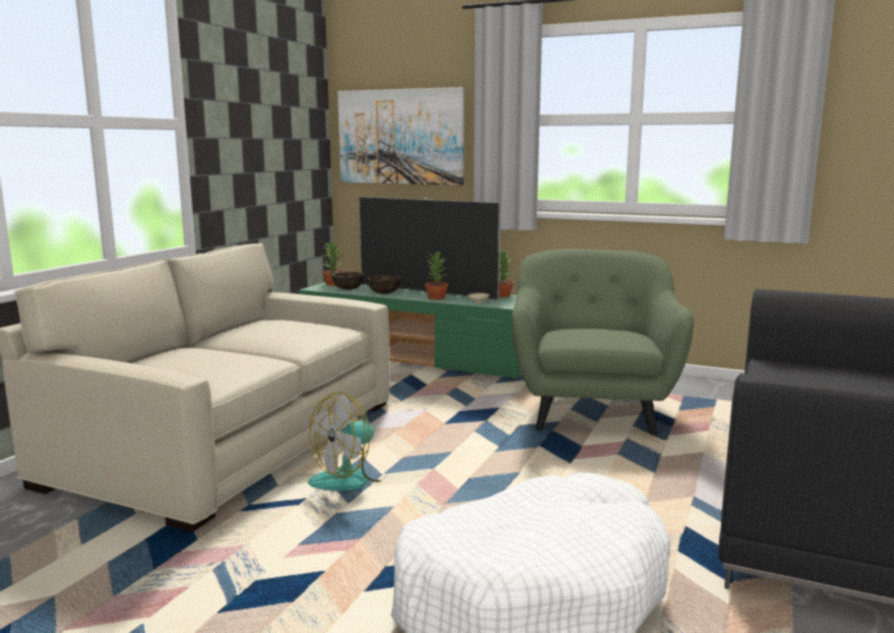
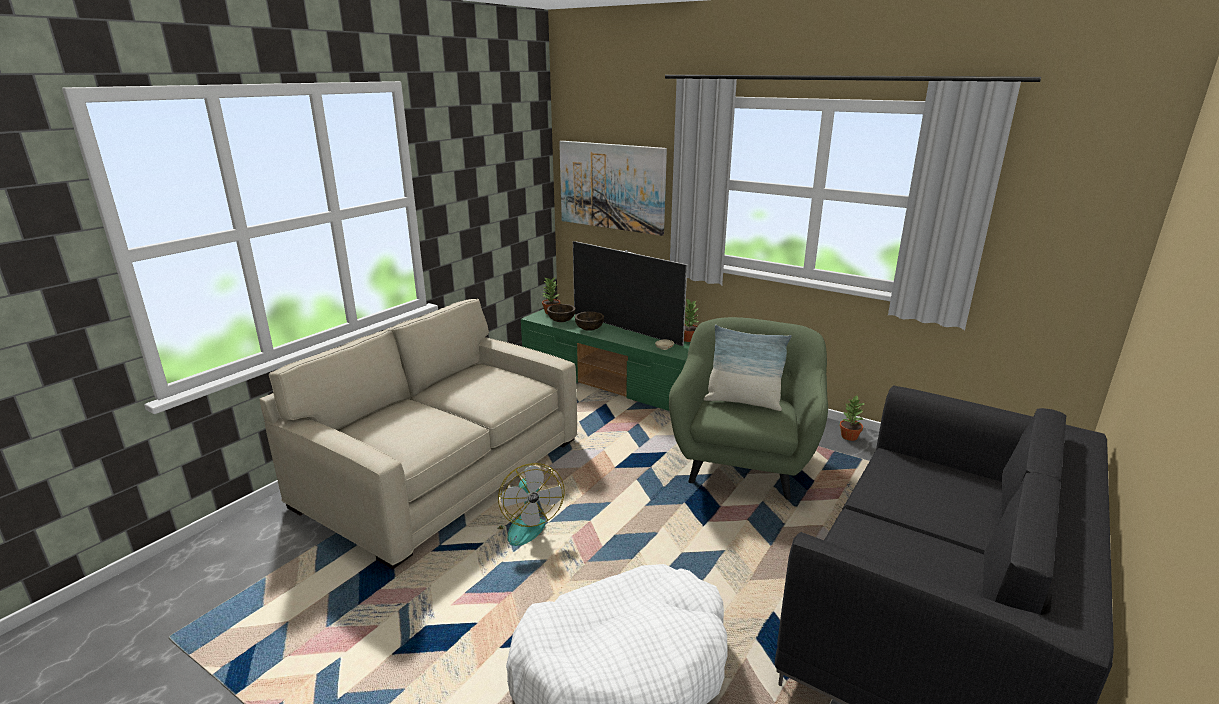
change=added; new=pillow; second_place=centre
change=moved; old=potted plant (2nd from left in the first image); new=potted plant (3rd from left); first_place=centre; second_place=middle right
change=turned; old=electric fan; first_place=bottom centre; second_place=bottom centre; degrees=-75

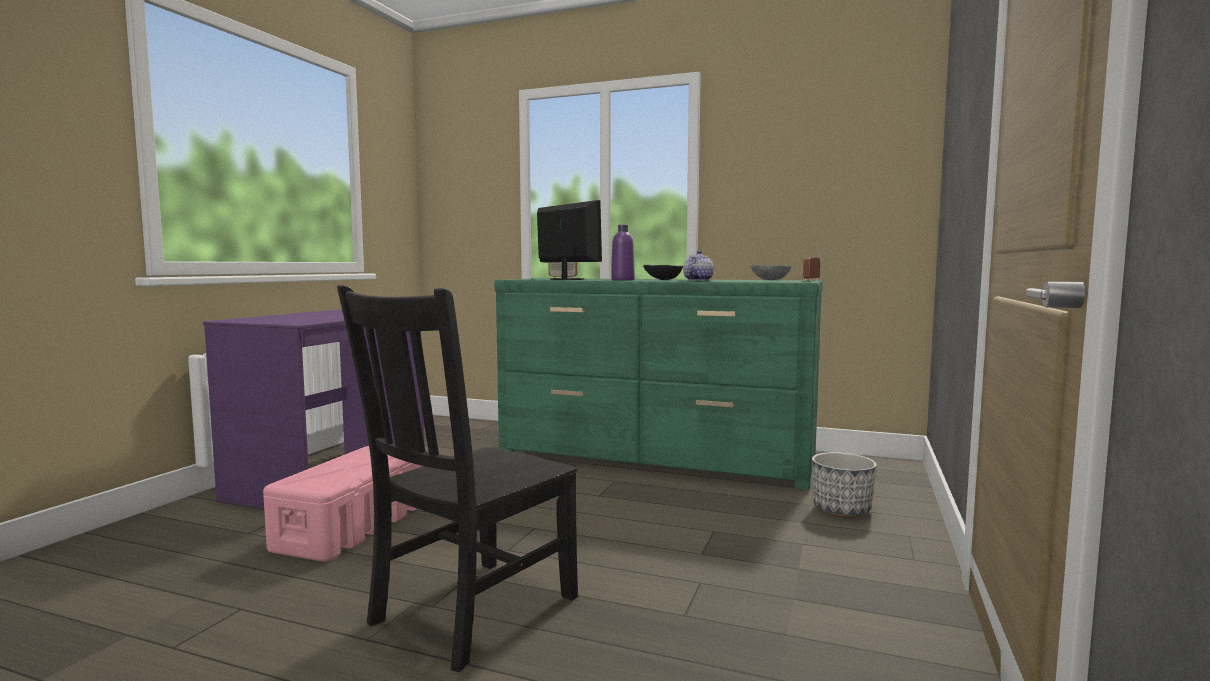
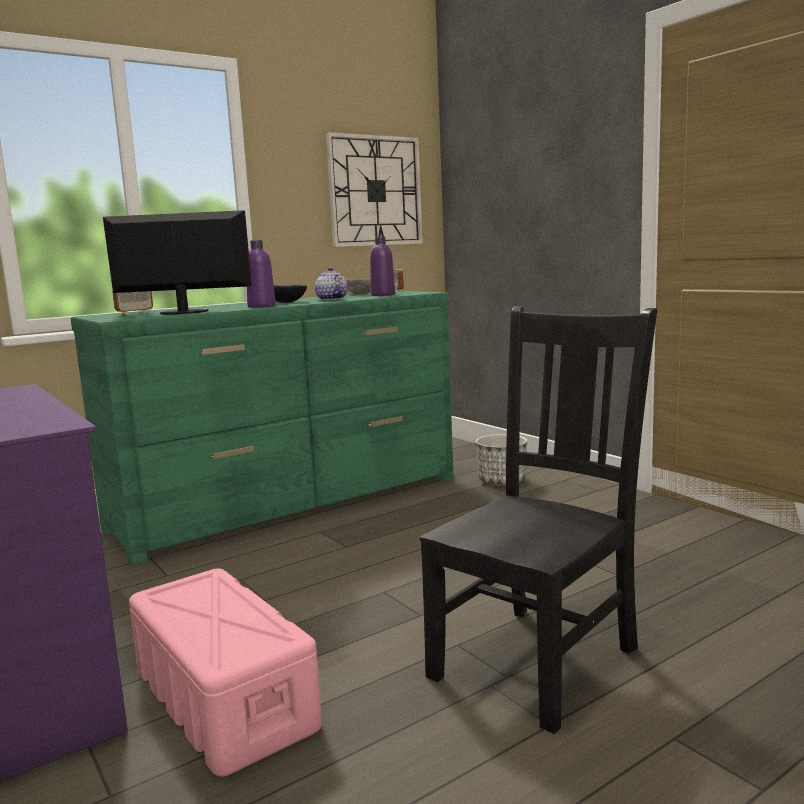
change=added; new=wall clock; second_place=top centre
change=added; new=purple-coloured beverage bottle (2nd from left); second_place=top centre
change=turned; old=black-coloured chair; first_place=bottom centre; second_place=middle right; degrees=-120

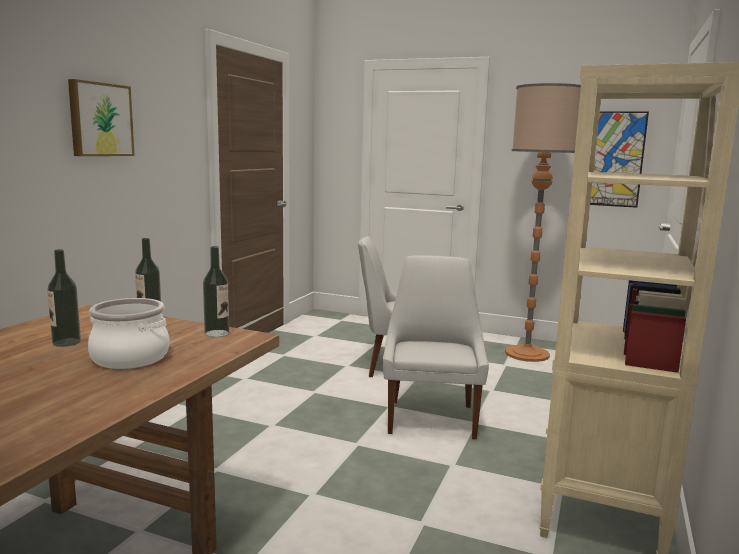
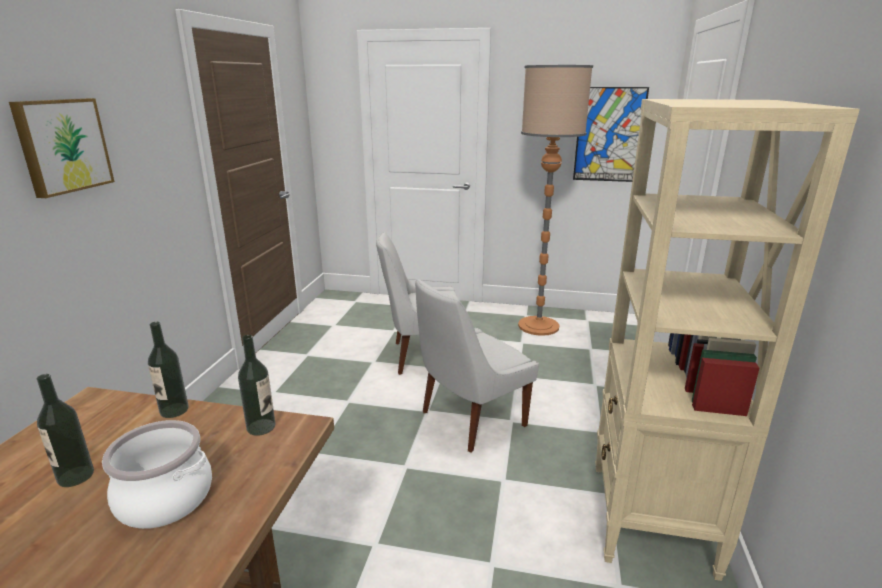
change=turned; old=whitish chair (2nd from left); first_place=centre; second_place=centre; degrees=-120

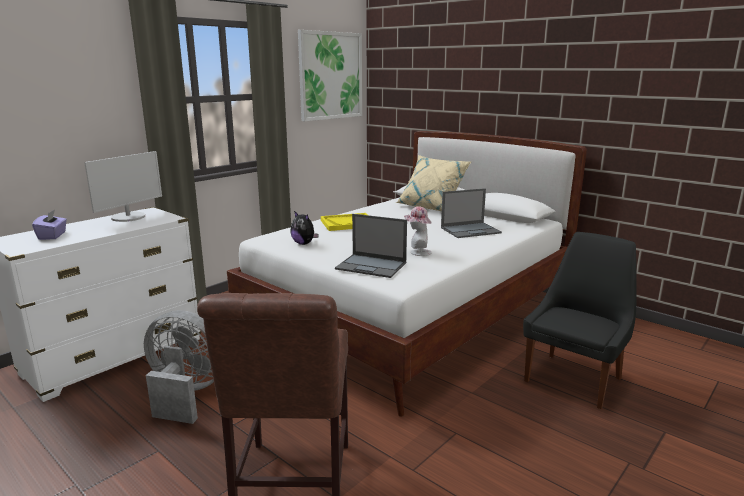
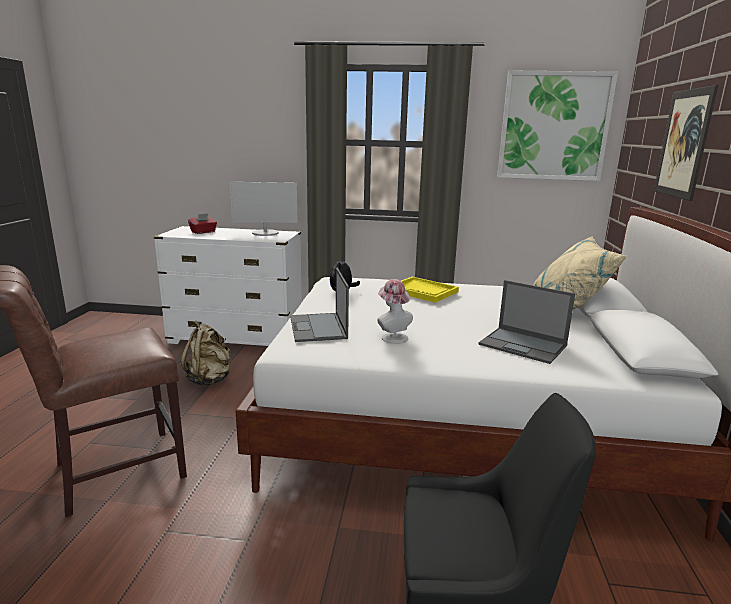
change=added; new=picture (2nd from left); second_place=top right
change=replaced; old=grey electric fan; new=beige-coloured rucksack; first_place=bottom left; second_place=middle left
change=recoloured; old=purple-coloured tissue holder; new=red-coloured tissue holder; first_place=middle left; second_place=middle left

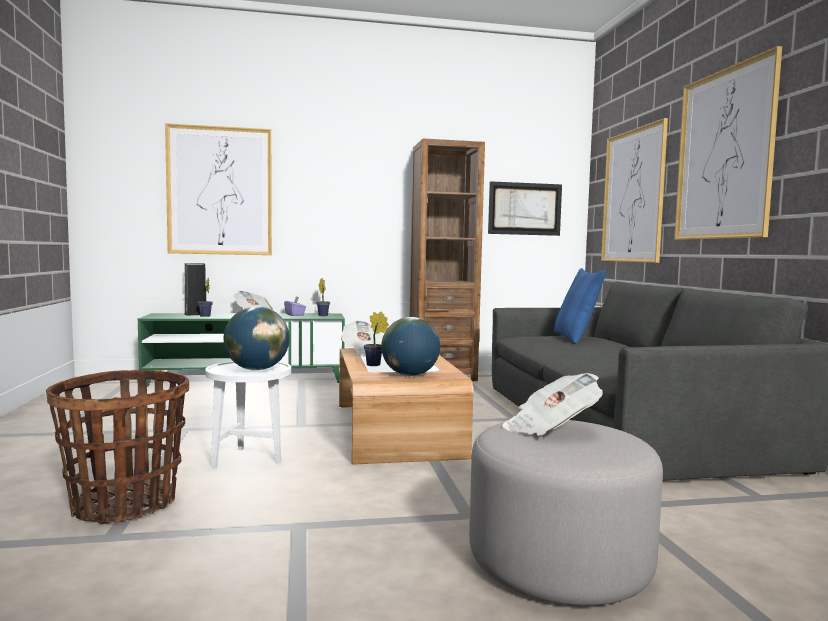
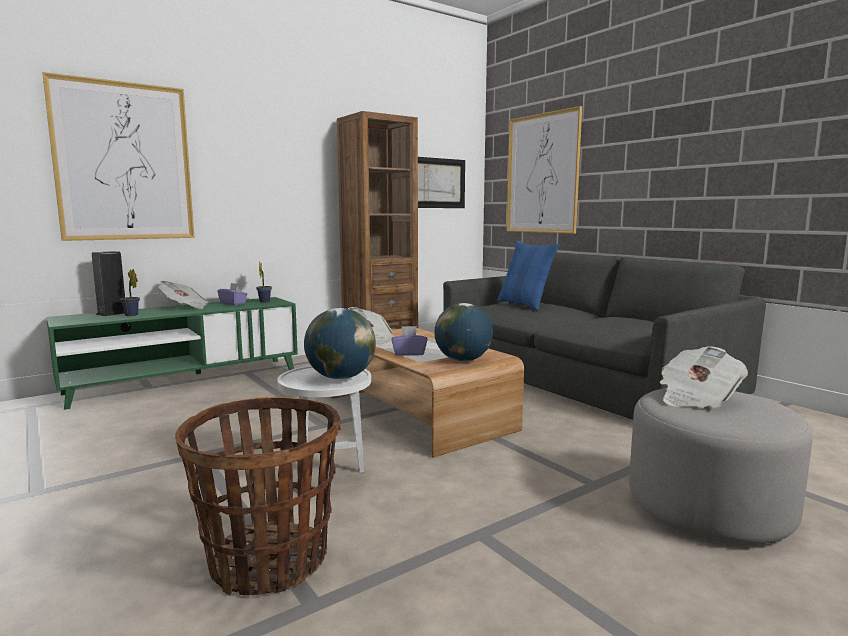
change=removed; old=picture (4th from left); first_place=top right
change=replaced; old=potted plant (3rd from left); new=purple-coloured tissue holder (2nd from left); first_place=centre; second_place=centre

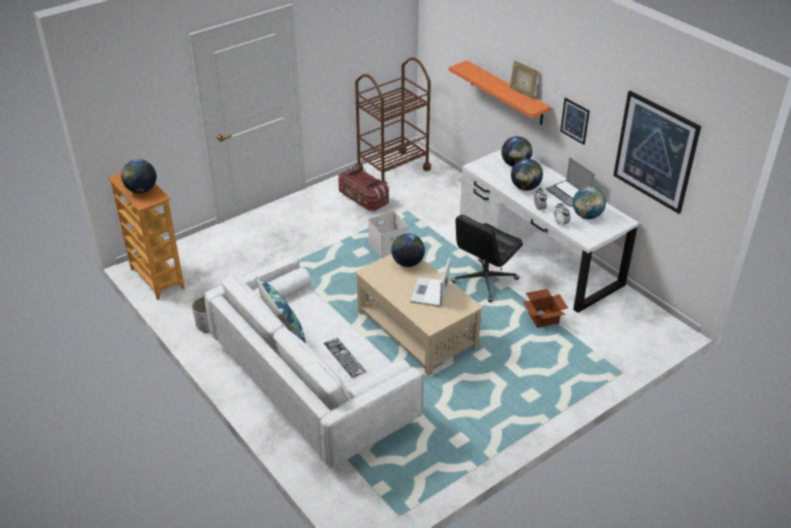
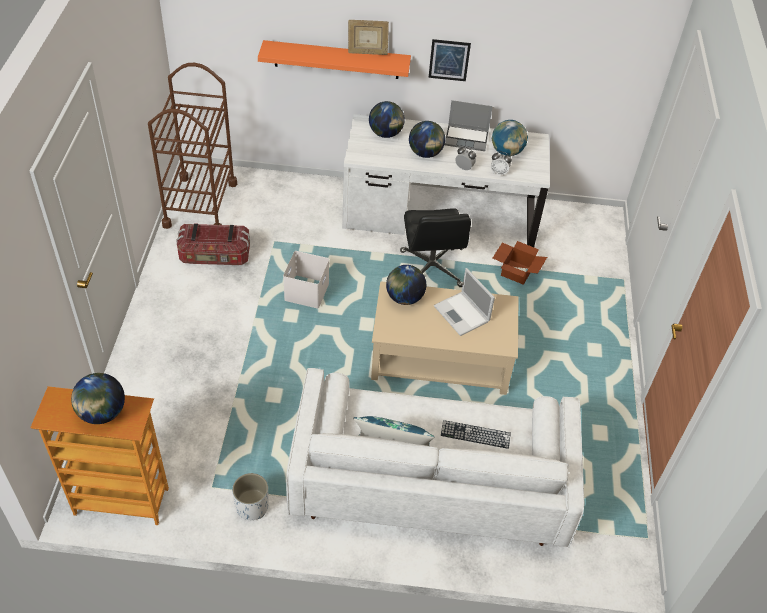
change=removed; old=picture (2nd from left); first_place=top right

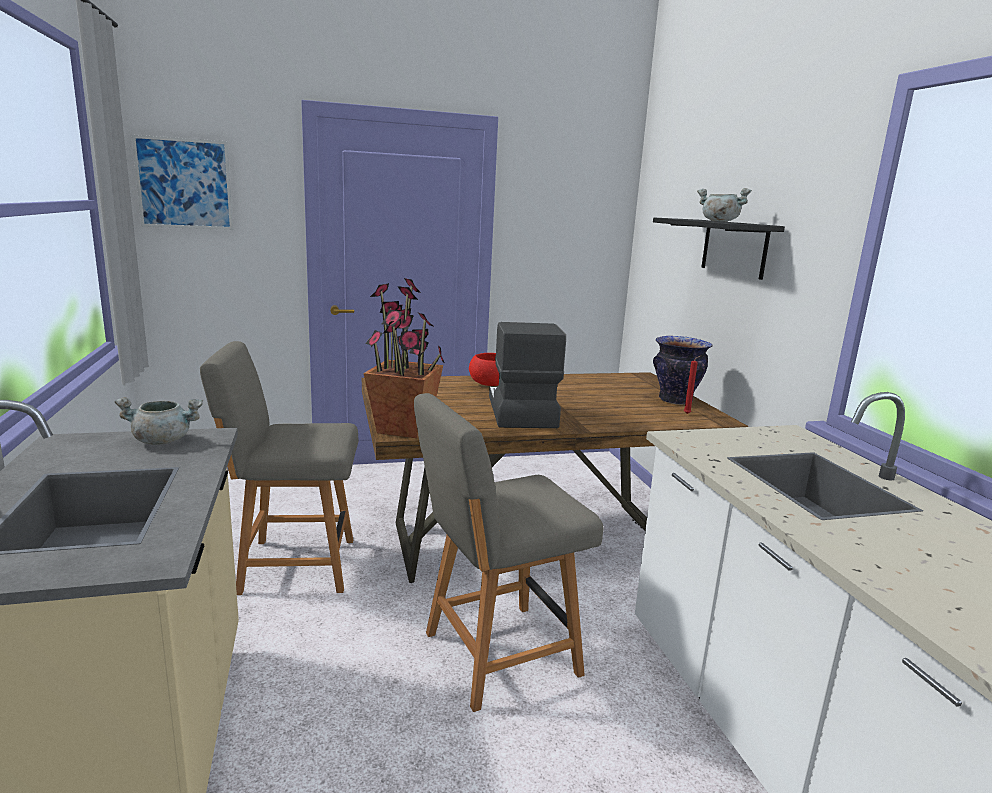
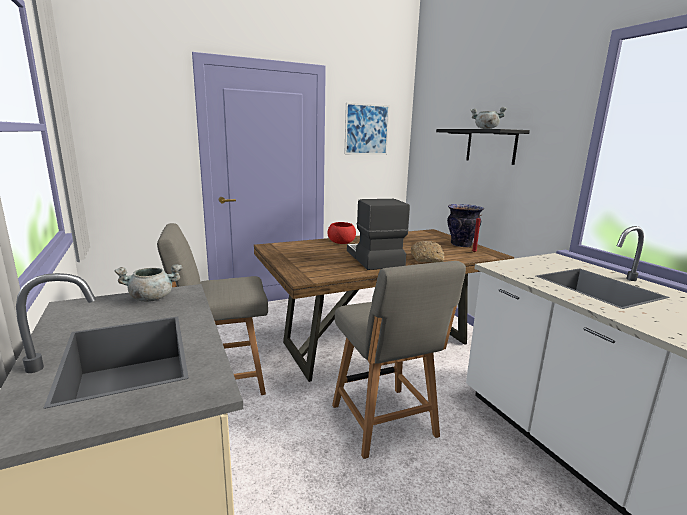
change=removed; old=potted plant; first_place=centre
change=added; new=bakery bread; second_place=centre
change=moved; old=picture; first_place=top left; second_place=top centre
change=turned; old=grey chair (2nd from left); first_place=bottom centre; second_place=bottom centre; degrees=-75

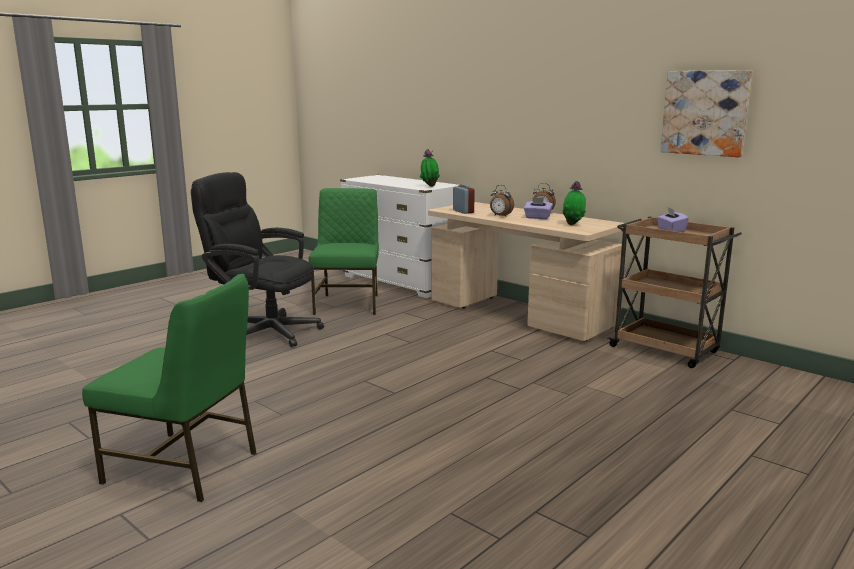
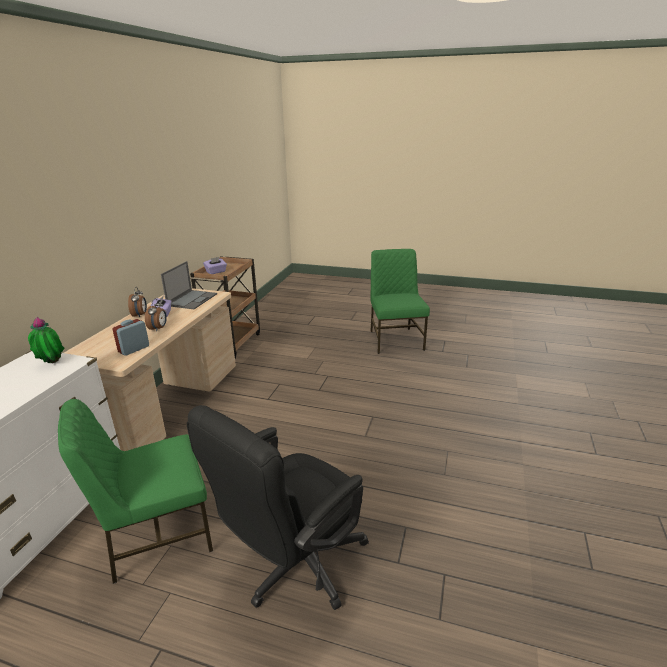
change=removed; old=picture; first_place=top right
change=moved; old=green-coloured chair (1st from left in the first image); new=green-coloured chair (2nd from left); first_place=bottom left; second_place=centre
change=replaced; old=potted plant (2nd from left); new=portable computer; first_place=middle right; second_place=middle left
change=turned; old=black-coloured office chair; first_place=middle left; second_place=bottom centre; degrees=45

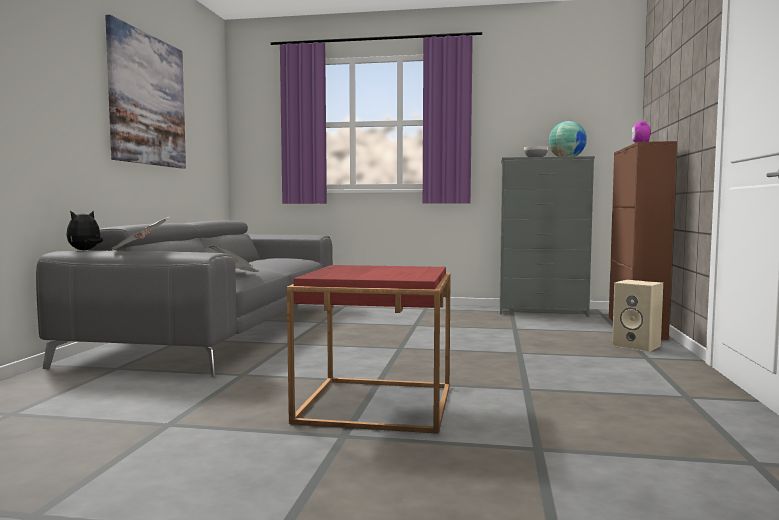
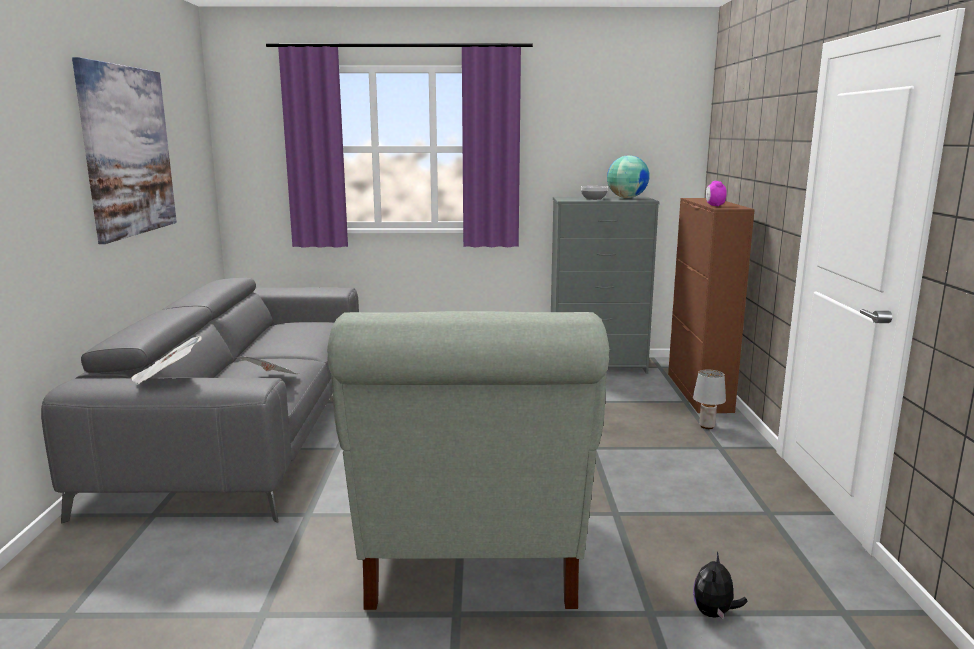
change=moved; old=cuddly toy; first_place=middle left; second_place=bottom right
change=replaced; old=red-coloured accent table; new=grey armchair; first_place=bottom centre; second_place=bottom centre
change=replaced; old=beige-coloured loudspeaker; new=grey lamp for a table; first_place=middle right; second_place=middle right

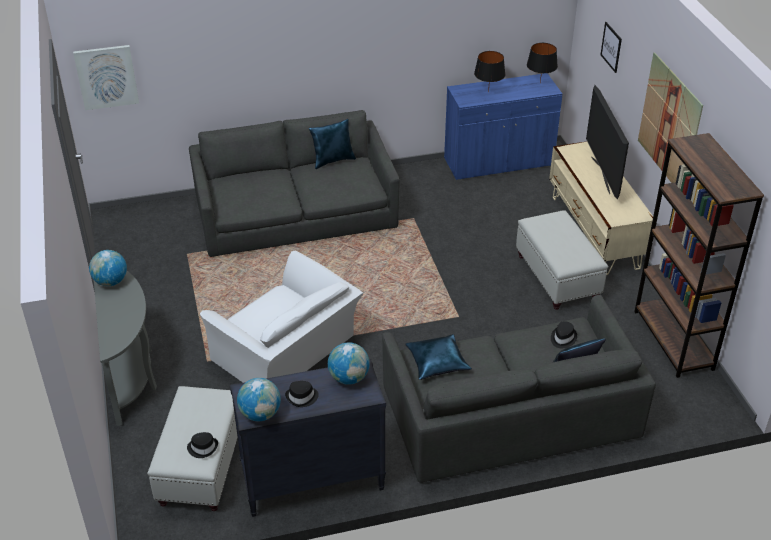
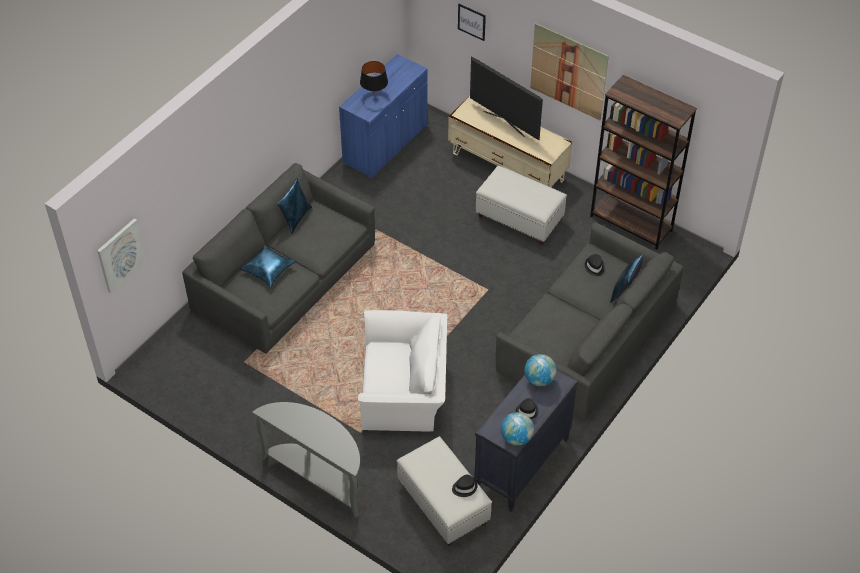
change=removed; old=globe (1st from left); first_place=middle left
change=removed; old=black-coloured lamp for a table (2nd from left); first_place=top right
change=moved; old=blue-coloured pillow (2nd from left in the first image); new=blue-coloured pillow (1st from left); first_place=centre; second_place=middle left

